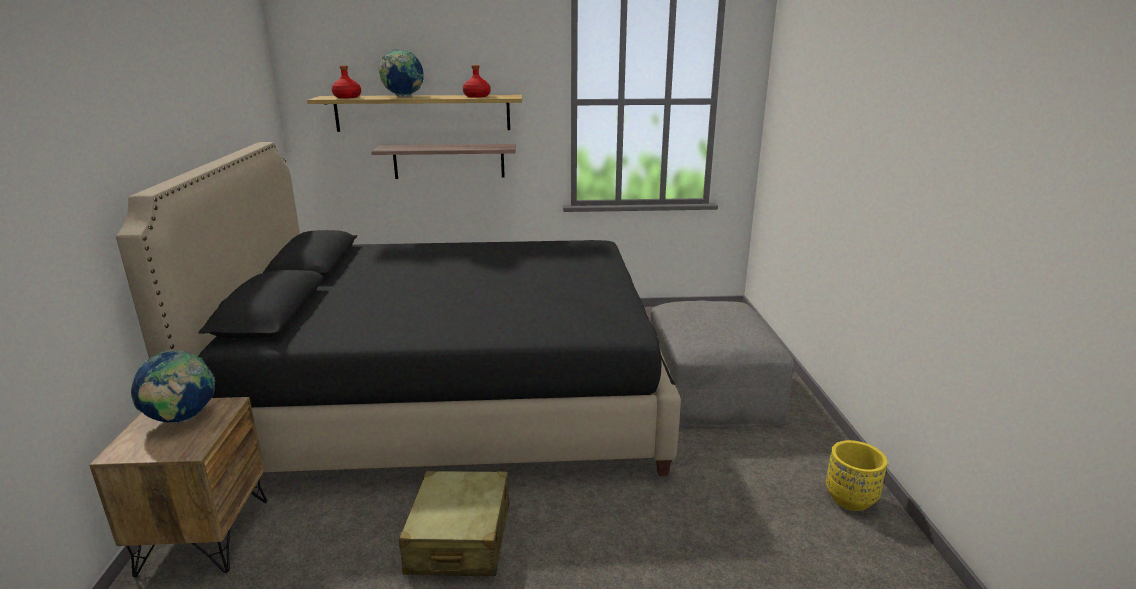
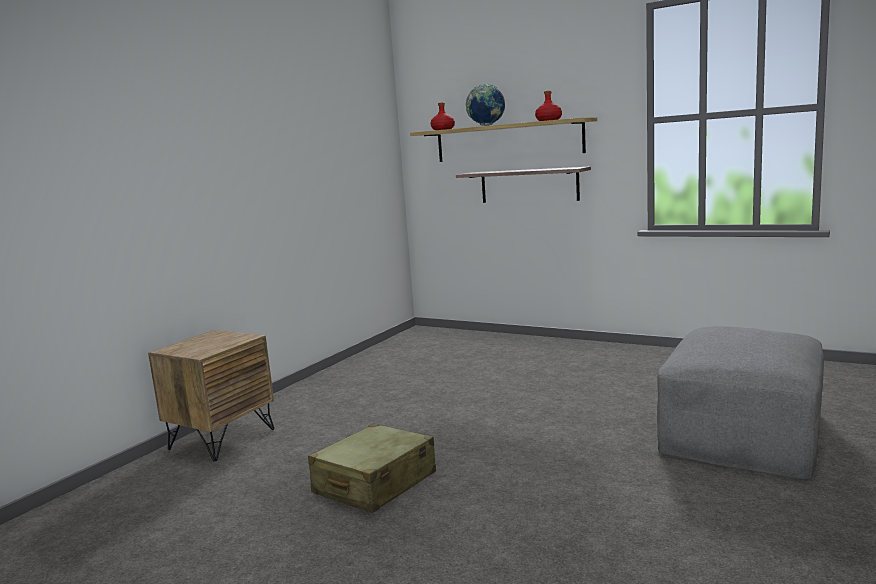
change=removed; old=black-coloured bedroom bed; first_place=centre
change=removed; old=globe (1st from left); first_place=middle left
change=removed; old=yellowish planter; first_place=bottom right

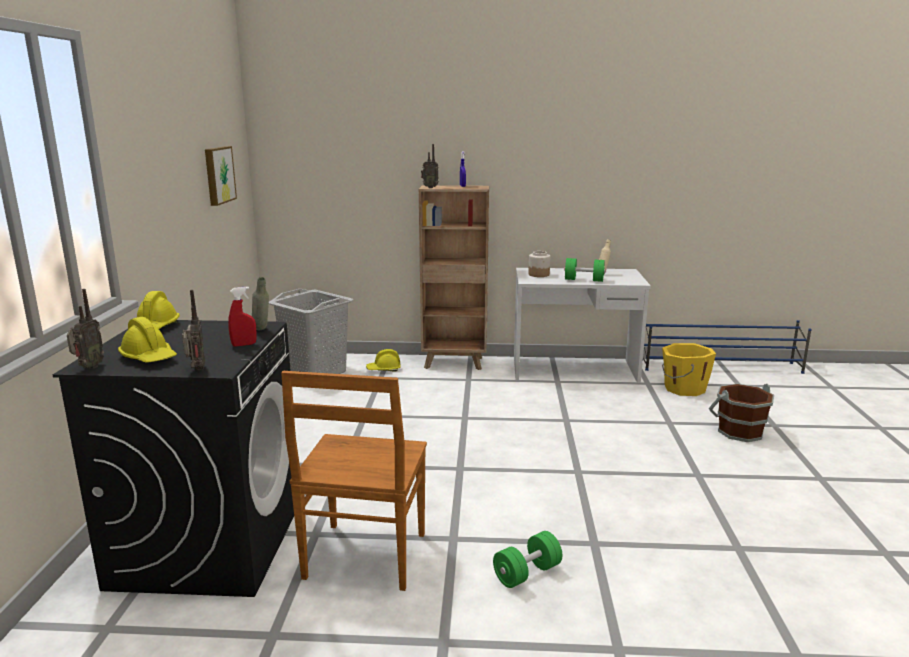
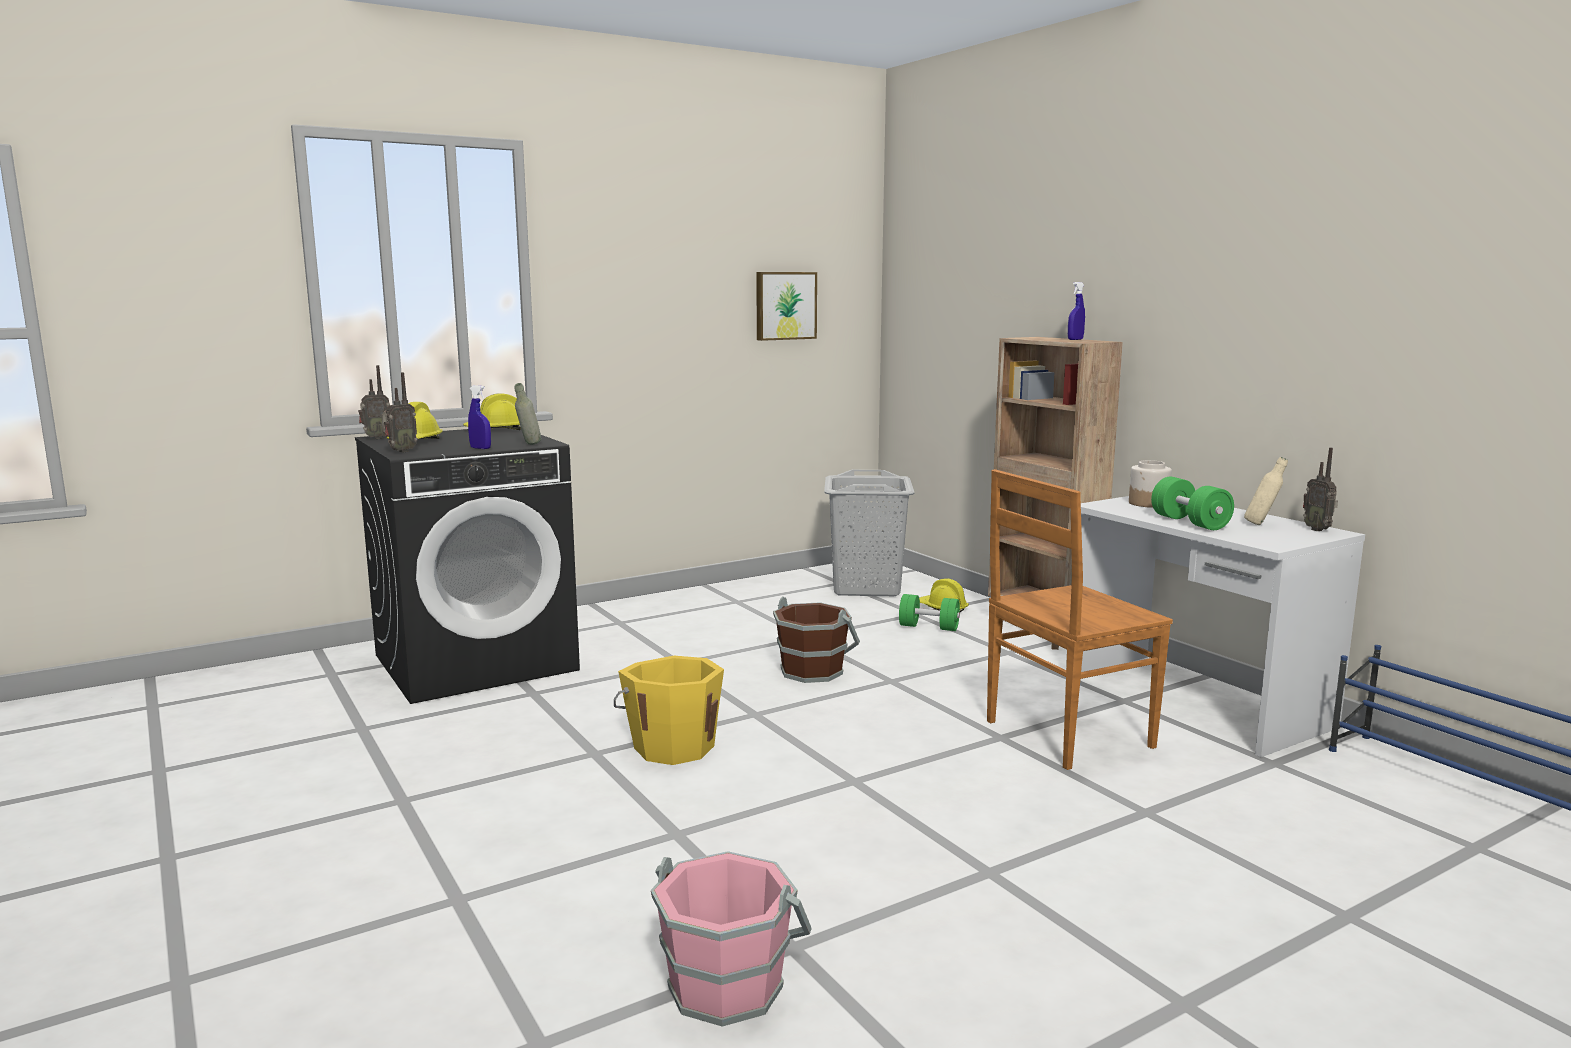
change=added; new=pink-coloured pail; second_place=bottom centre
change=moved; old=brown chair; first_place=bottom centre; second_place=middle right
change=moved; old=radio (3rd from left); first_place=top centre; second_place=middle right
change=moved; old=green-coloured free weight (1st from left); first_place=bottom centre; second_place=centre
change=moved; old=yellowish pail; first_place=middle right; second_place=bottom centre
change=moved; old=brown pail; first_place=middle right; second_place=centre
change=recoloured; old=red-coloured spray bottle; new=blue-coloured spray bottle (1st from left); first_place=middle left; second_place=middle left

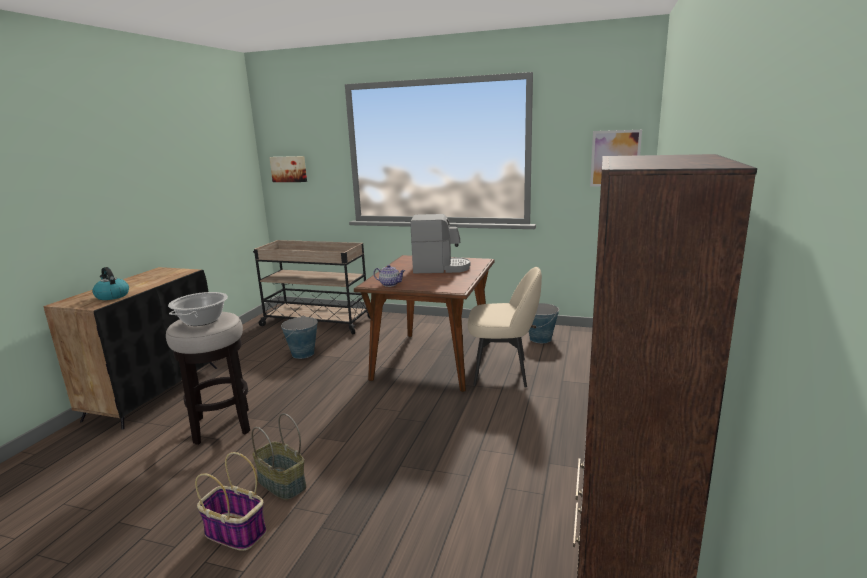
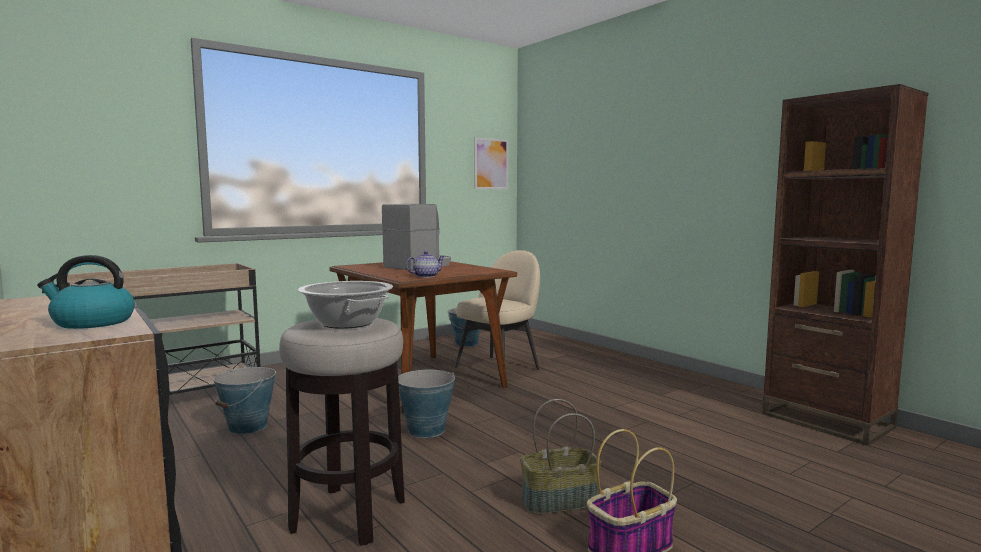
change=removed; old=picture (1st from left); first_place=top left
change=added; new=pail (2nd from left); second_place=bottom centre

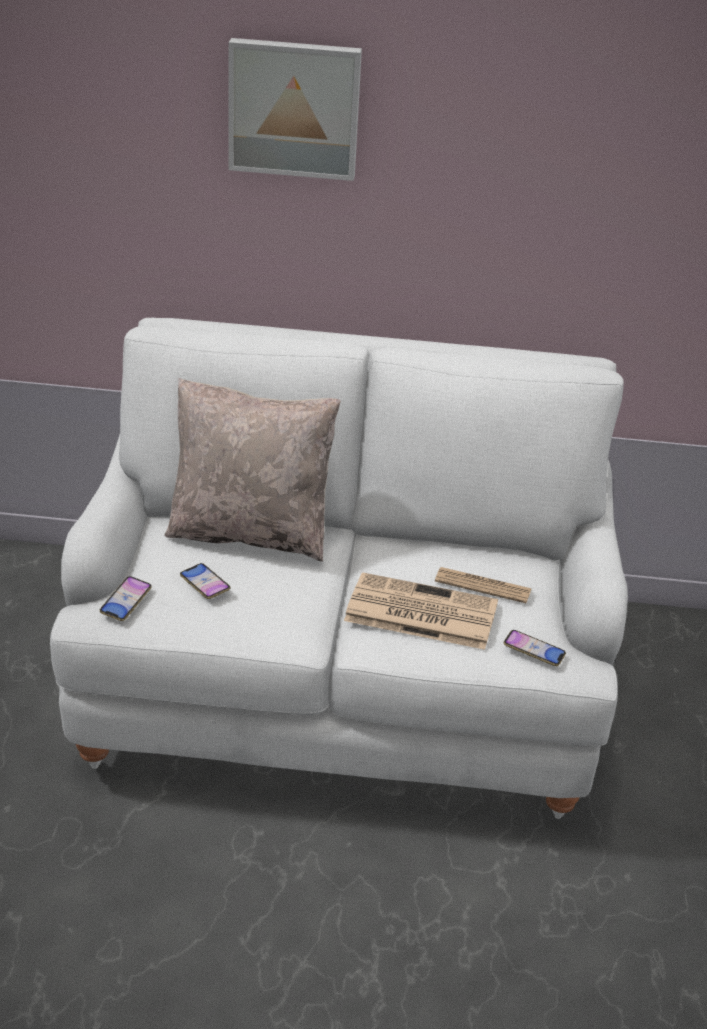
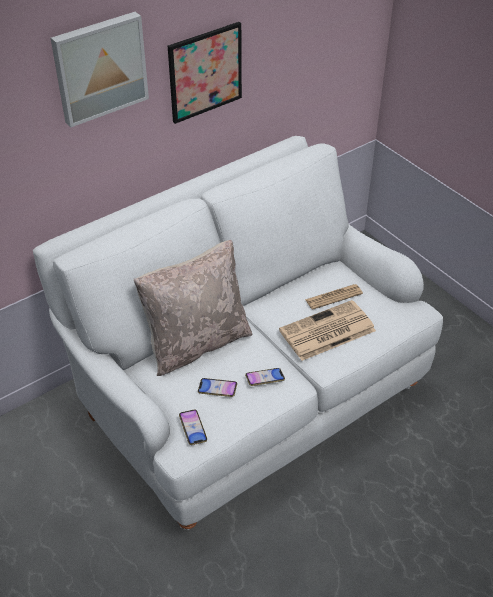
change=added; new=picture (2nd from left); second_place=top centre
change=moved; old=phone (3rd from left); first_place=middle right; second_place=centre

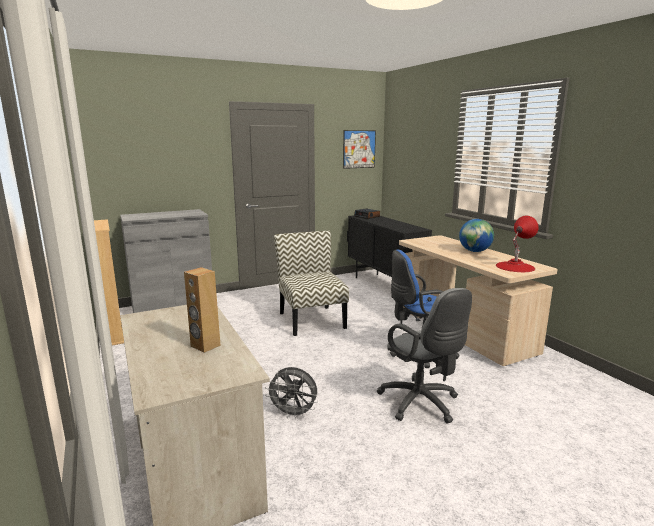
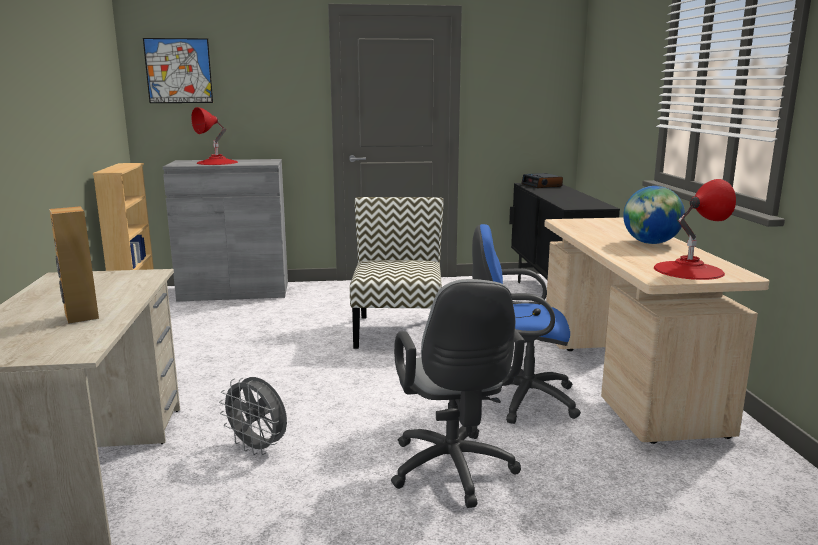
change=added; new=red-coloured lamp for a table (1st from left); second_place=top left
change=moved; old=picture; first_place=top centre; second_place=top left

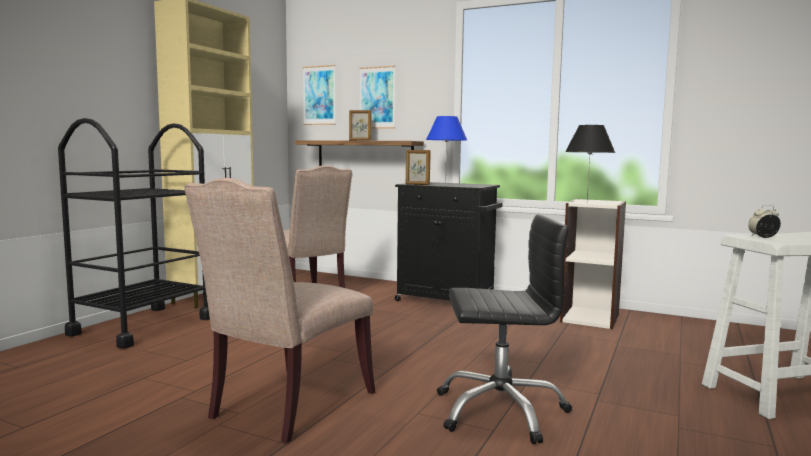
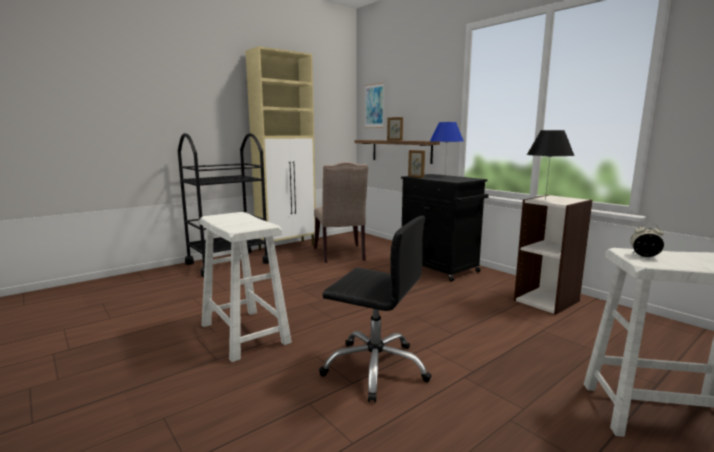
change=removed; old=picture (2nd from left); first_place=top centre
change=replaced; old=beige-coloured chair (1st from left); new=whitish stool (1st from left); first_place=bottom centre; second_place=centre

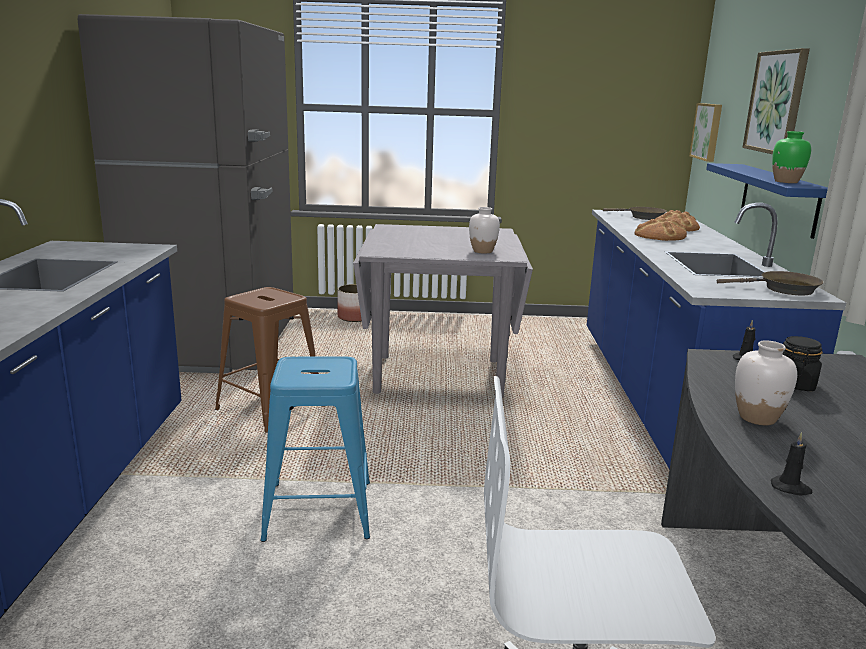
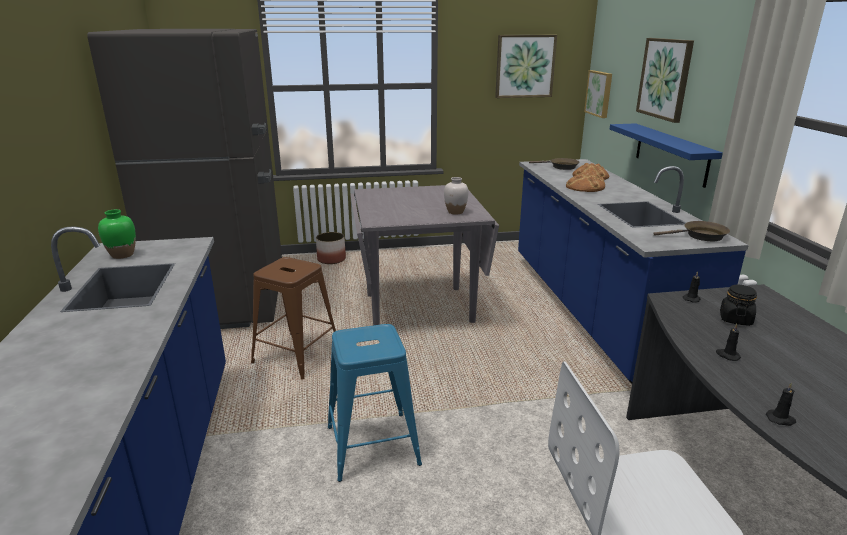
change=added; new=picture (1st from left); second_place=top centre
change=moved; old=green-coloured decorative vase; first_place=top right; second_place=middle left
change=replaced; old=whitish decorative vase (2nd from left); new=black-coloured candle (2nd from left); first_place=middle right; second_place=middle right

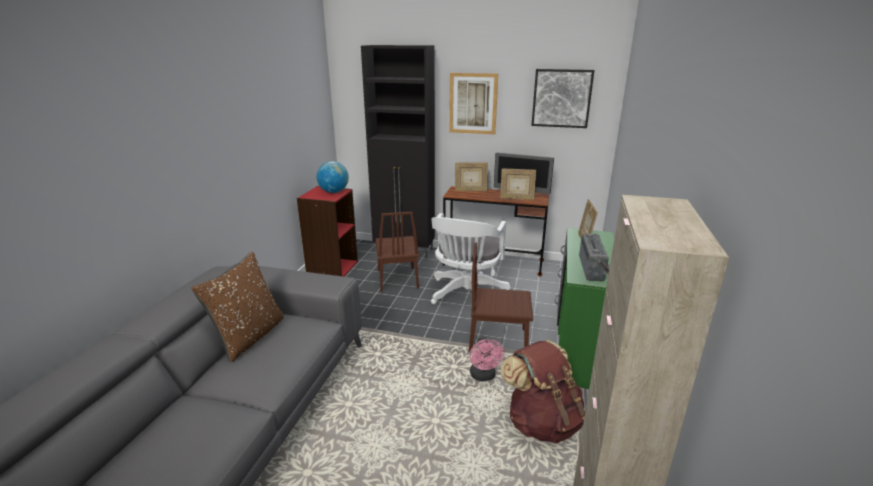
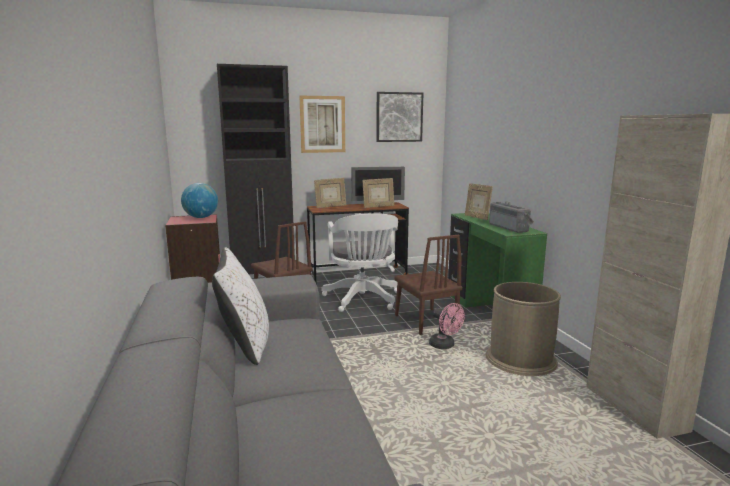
change=replaced; old=brown rucksack; new=brown waste bin; first_place=bottom centre; second_place=bottom right
change=recoloured; old=brown pillow; new=whitish pillow; first_place=middle left; second_place=middle left
change=turned; old=brown chair (2nd from left); first_place=centre; second_place=centre; degrees=-90

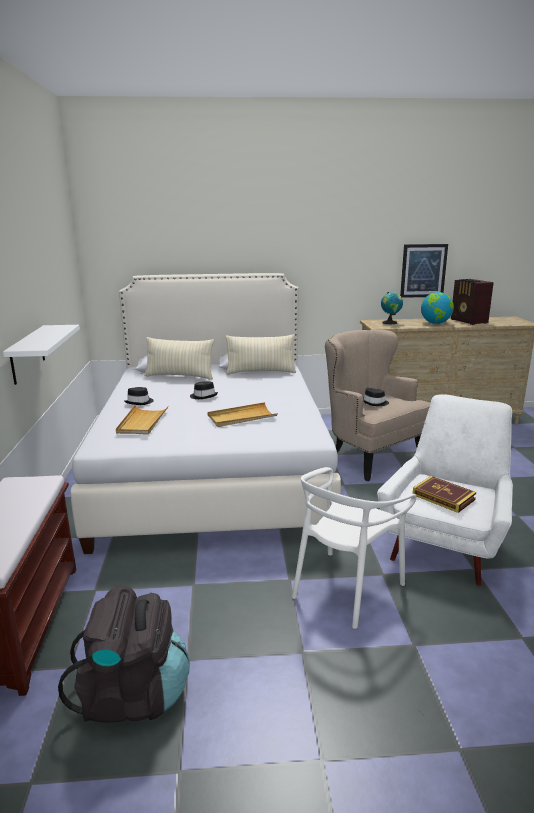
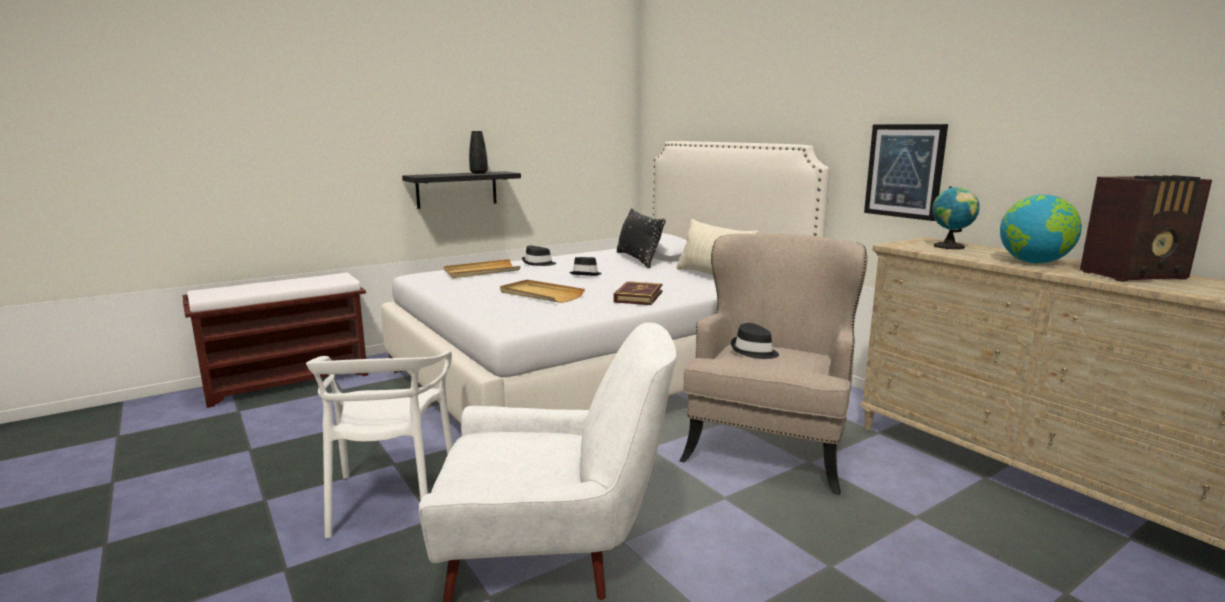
change=removed; old=black-coloured rucksack; first_place=bottom left
change=added; new=black-coloured decorative vase; second_place=top centre
change=moved; old=picture; first_place=middle right; second_place=top right
change=moved; old=volume; first_place=middle right; second_place=centre
change=recoloured; old=whitish bracket shelf; new=black-coloured bracket shelf; first_place=middle left; second_place=top centre
change=recoloured; old=beige-coloured pillow (1st from left); new=black-coloured pillow; first_place=centre; second_place=centre
change=turned; old=whitish chair; first_place=bottom centre; second_place=bottom left; degrees=-105
change=turned; old=radio; first_place=middle right; second_place=middle right; degrees=-135

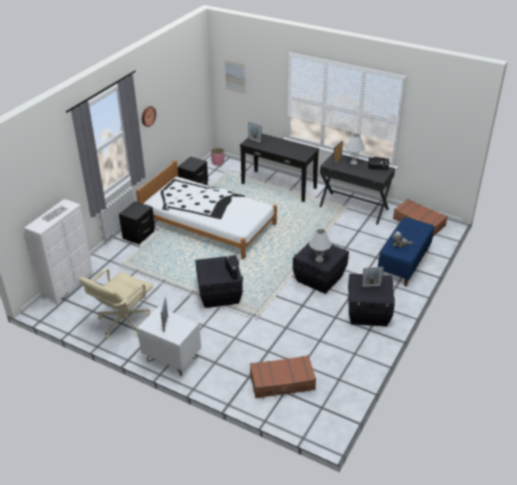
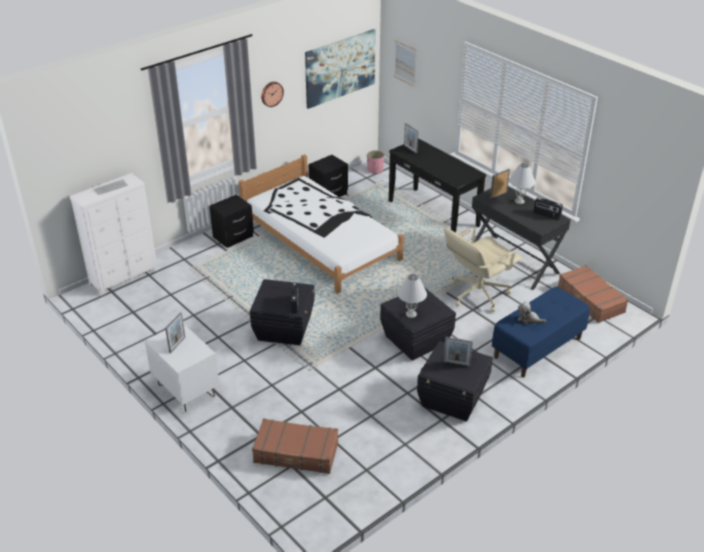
change=added; new=picture (1st from left); second_place=top centre
change=moved; old=beige-coloured office chair; first_place=middle left; second_place=middle right

